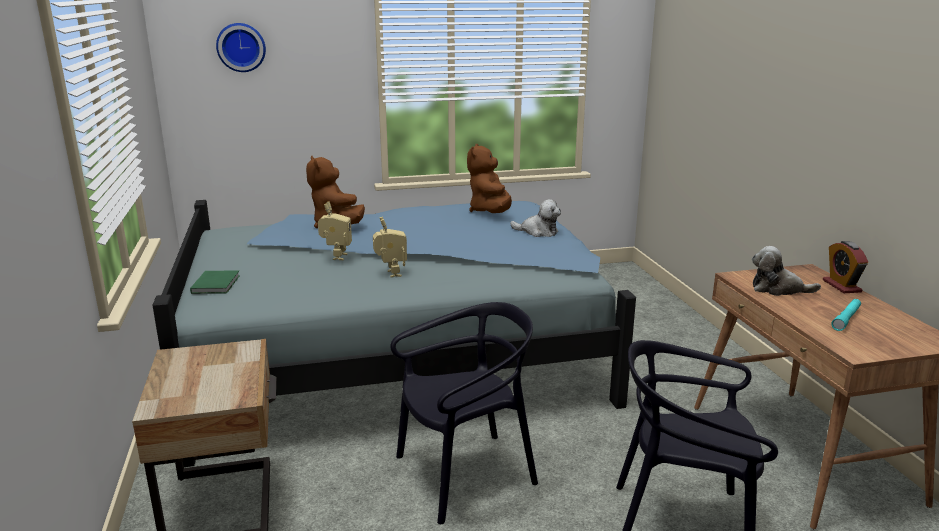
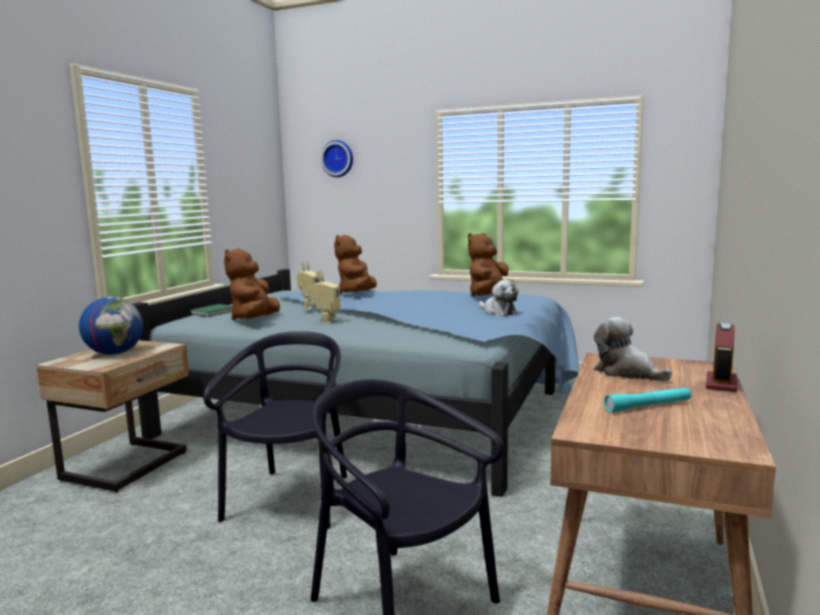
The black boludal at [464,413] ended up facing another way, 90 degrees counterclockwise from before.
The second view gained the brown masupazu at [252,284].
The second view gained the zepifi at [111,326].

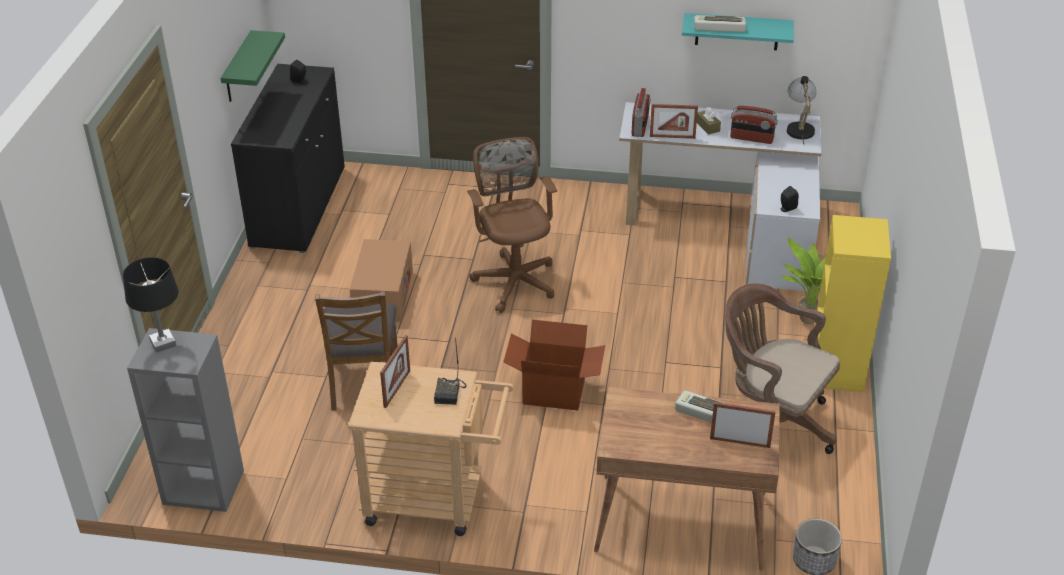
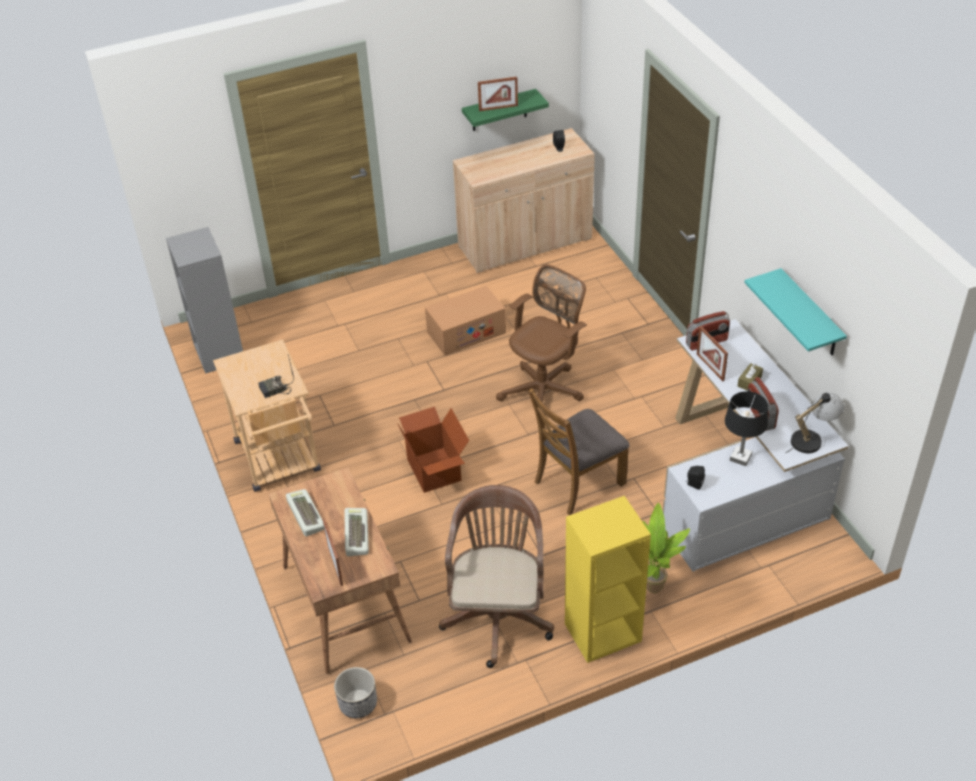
The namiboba ended up elsewhere, having gone from [720,23] to [305,512].
What was the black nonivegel at [288,158] turned into the beige nonivegel at [524,200].
The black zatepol ended up elsewhere, having gone from [150,305] to [746,428].
The brown boludal ended up elsewhere, having gone from [356,351] to [579,451].
The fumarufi ended up elsewhere, having gone from [395,371] to [498,94].

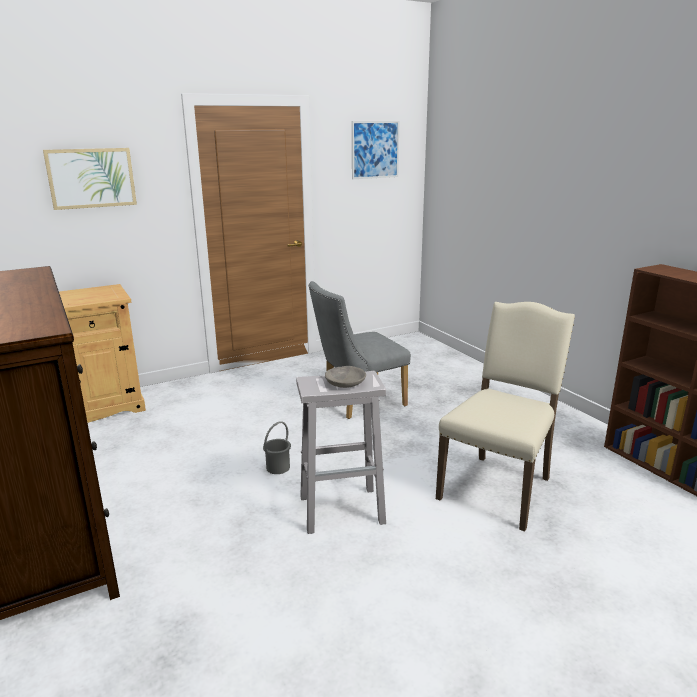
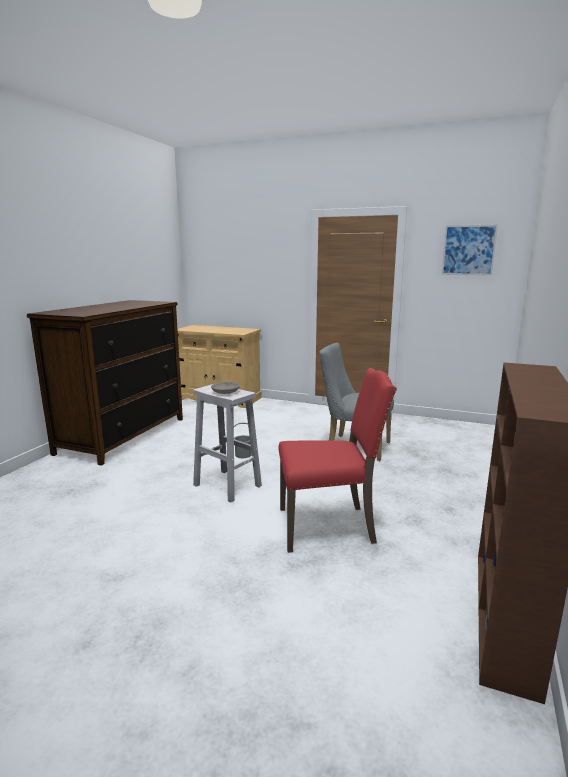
The second view lost the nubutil at [90,179].
What was the beige boludal at [505,417] turned into the red boludal at [337,460].

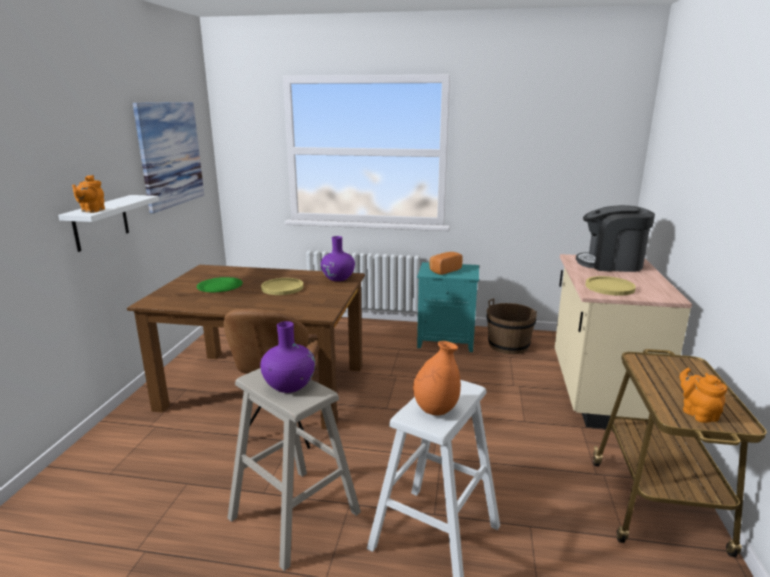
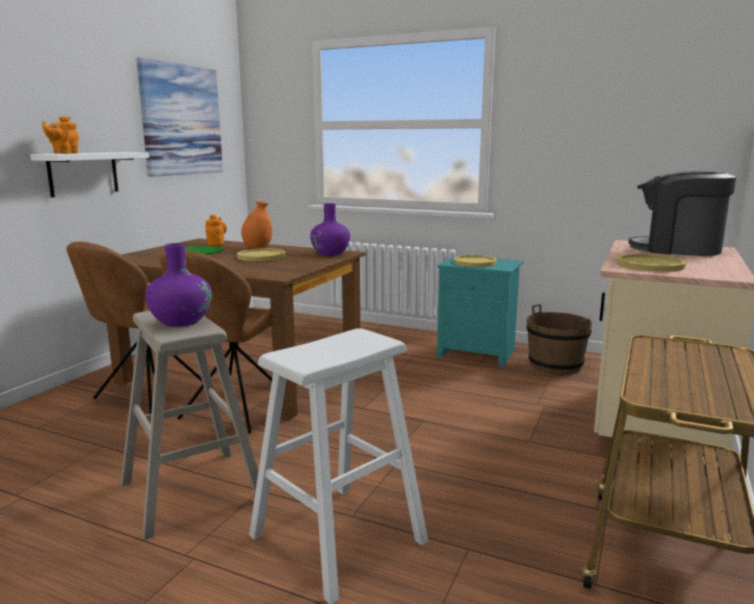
Where the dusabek stood at [446,263], the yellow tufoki came to stand at [475,261].
The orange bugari ended up elsewhere, having gone from [437,378] to [256,225].
The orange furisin ended up elsewhere, having gone from [703,395] to [216,229].
The second view gained the brown boludal at [134,327].

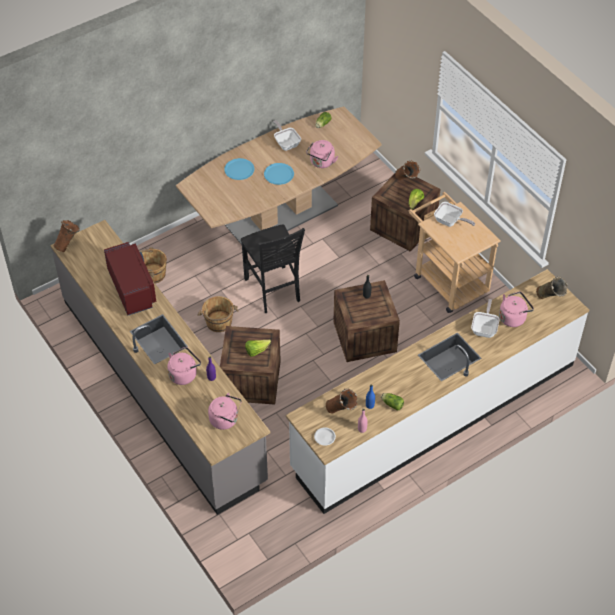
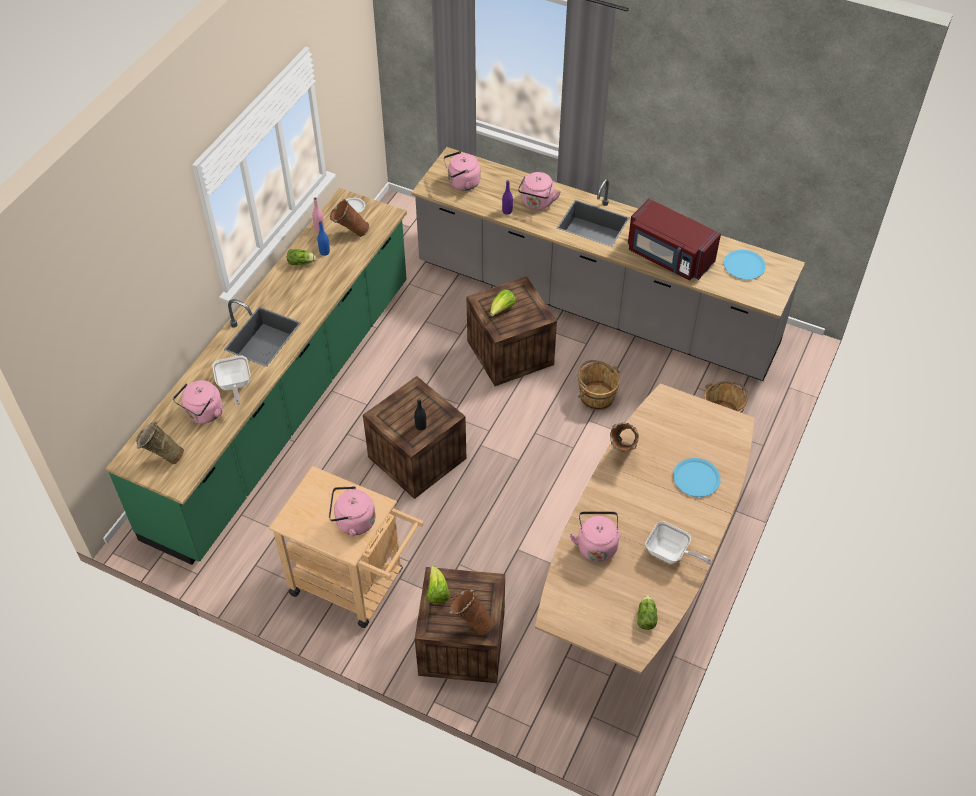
The blue tufoki ended up elsewhere, having gone from [279,174] to [745,265].
Where the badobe stood at [454,214], the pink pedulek came to stand at [352,511].
The brown bugari ended up elsewhere, having gone from [66,236] to [624,437].
The second view lost the black boludal at [273,268].
What was the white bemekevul at [437,391] turned into the green bemekevul at [256,376].

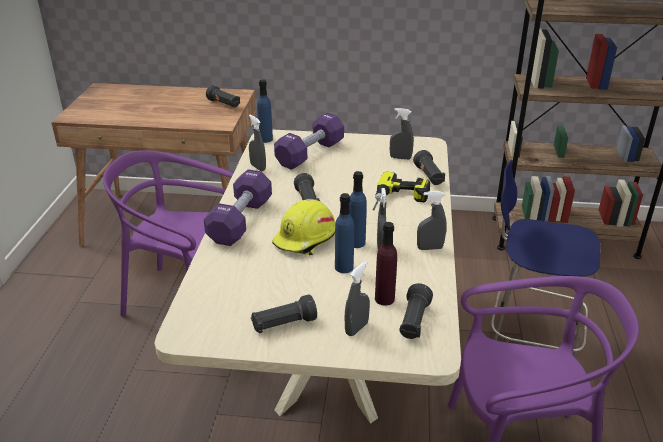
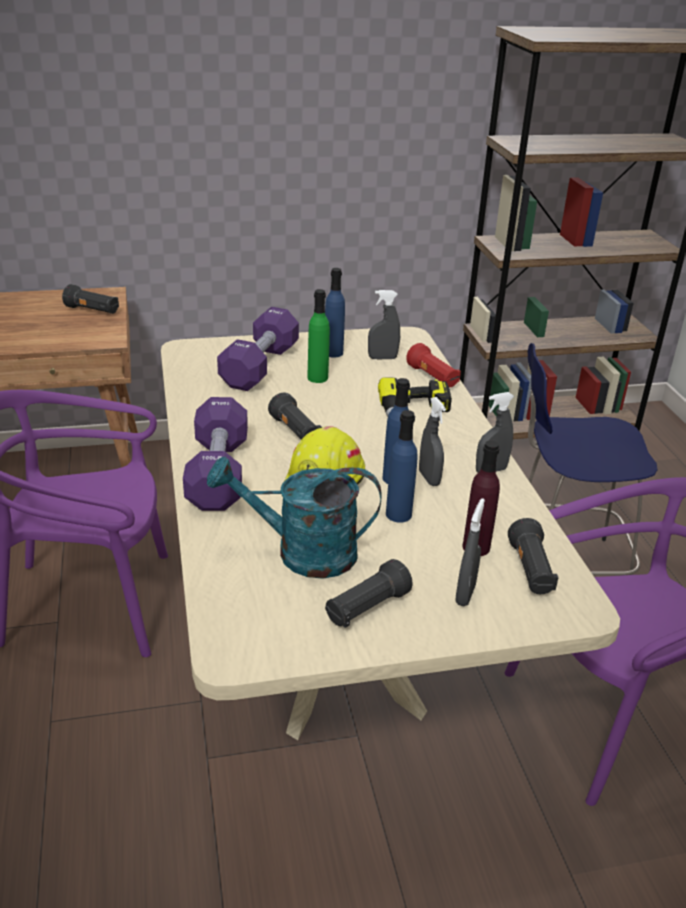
The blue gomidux ended up elsewhere, having gone from [265,111] to [335,313].
The second view lost the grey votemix at [257,143].
What was the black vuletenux at [429,167] turned into the red vuletenux at [433,365].
The second view gained the green gomidux at [318,336].
The second view gained the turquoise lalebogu at [294,517].

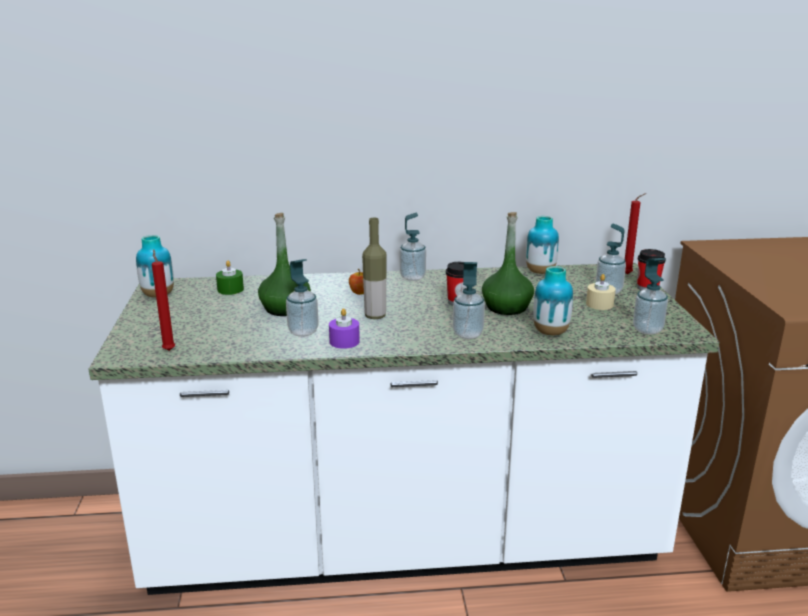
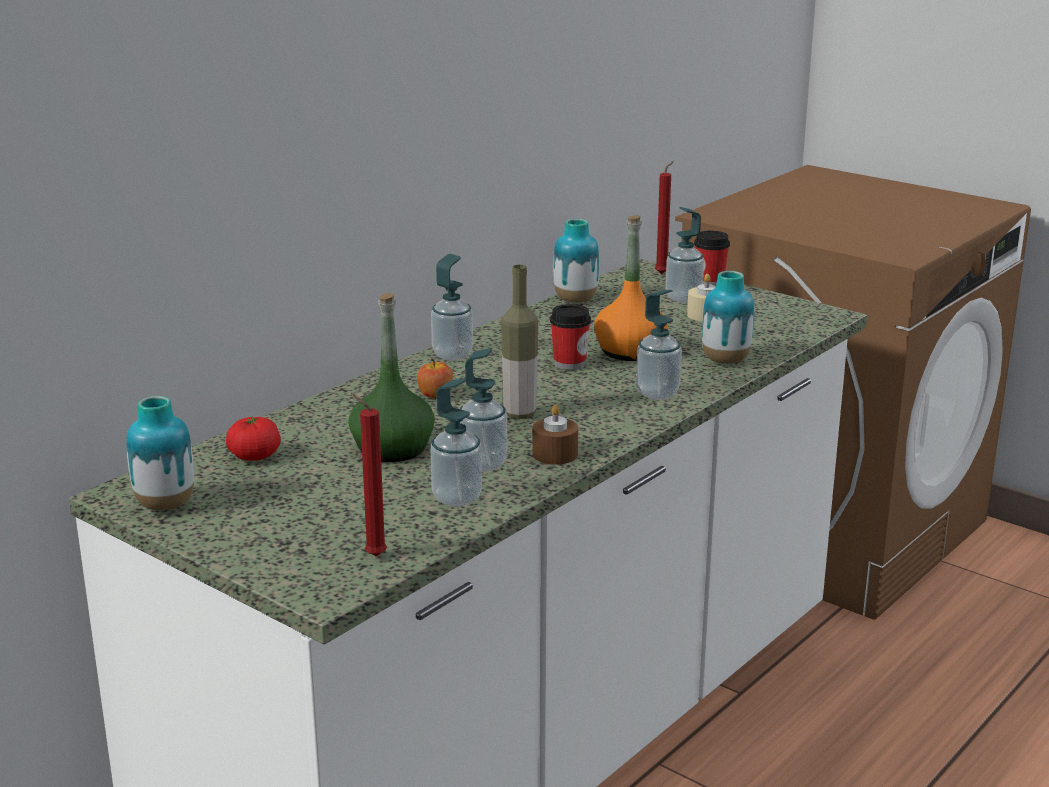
What was the green gomidux at [508,263] turned into the orange gomidux at [631,288].
The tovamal ended up elsewhere, having gone from [650,296] to [456,443].
Where the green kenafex stood at [230,278], the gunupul came to stand at [253,439].
What was the purple kenafex at [344,328] turned into the brown kenafex at [555,434].

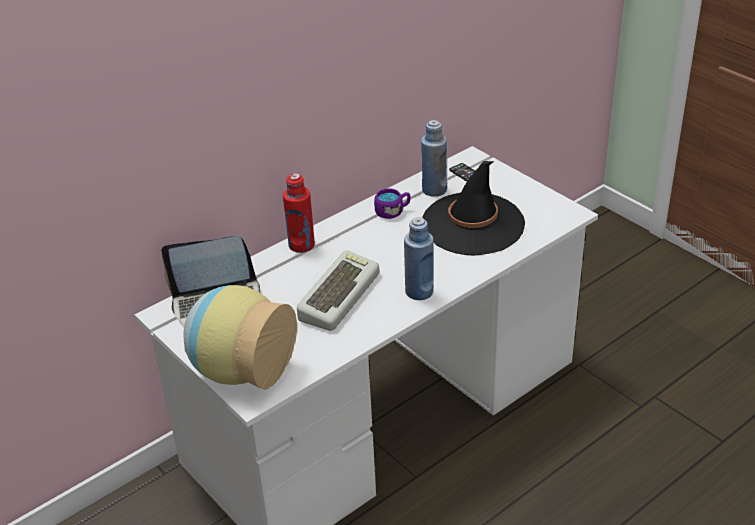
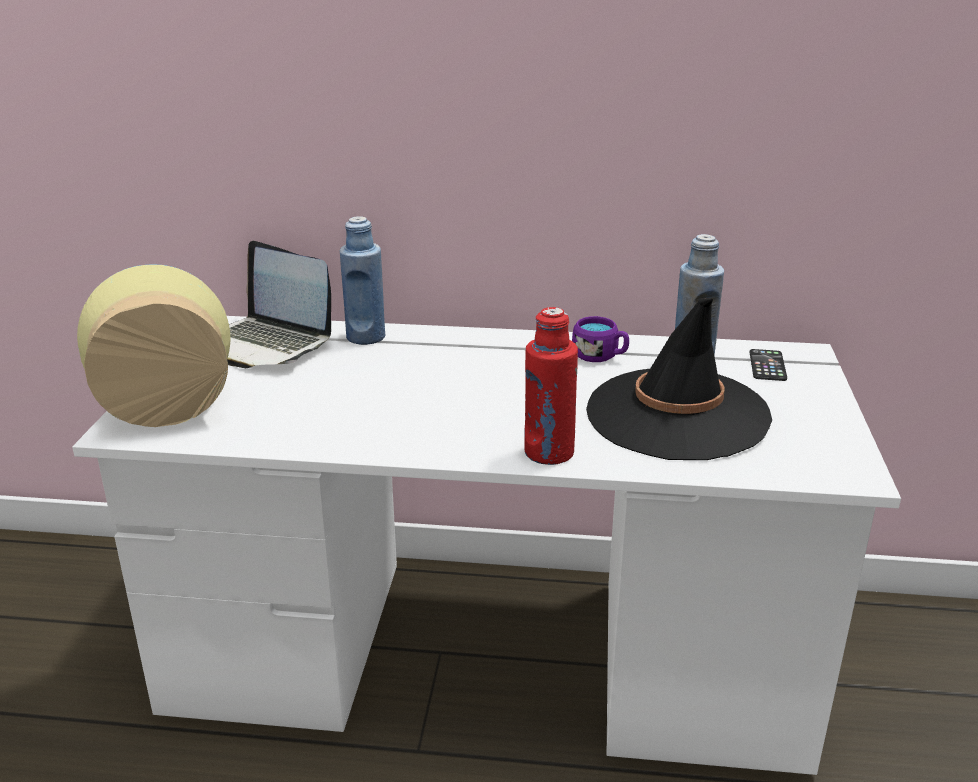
The red gomidux ended up elsewhere, having gone from [299,213] to [551,386].
The blue gomidux ended up elsewhere, having gone from [419,258] to [362,281].
The second view lost the namiboba at [338,290].

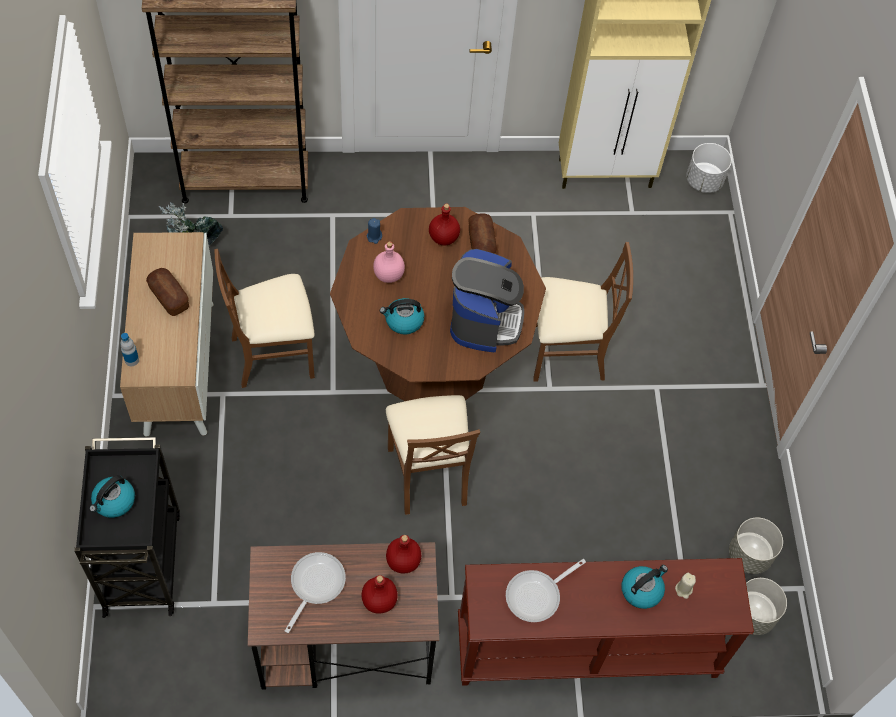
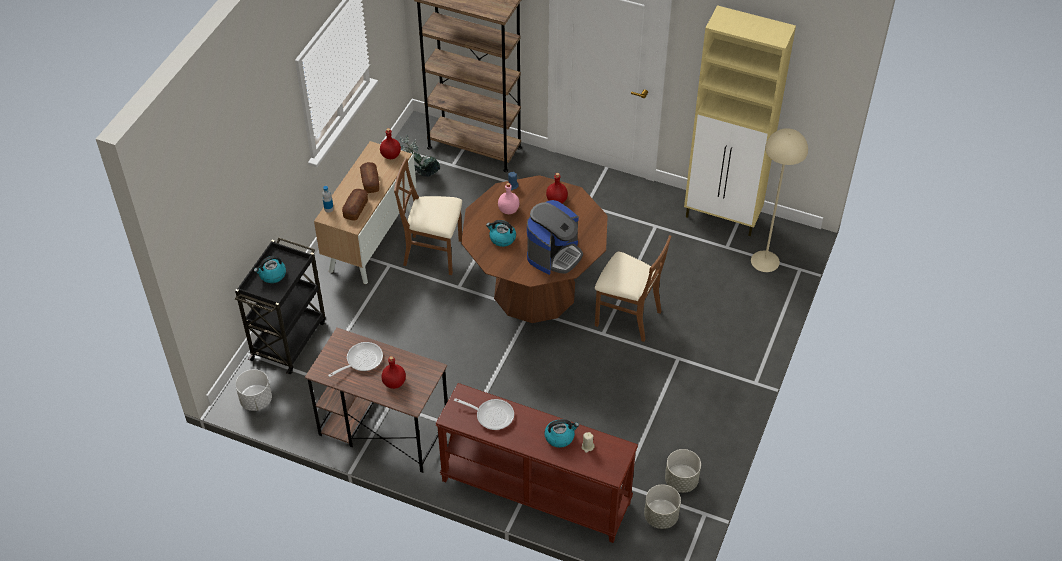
The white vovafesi ended up elsewhere, having gone from [709,168] to [253,390].
The dusabek ended up elsewhere, having gone from [483,233] to [355,205].
The second view lost the brown boludal at [433,455].
The red gomidux ended up elsewhere, having gone from [403,554] to [390,143].
The badobe at [546,590] ended up facing another way, 150 degrees counterclockwise from before.
The second view gained the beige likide at [779,200].

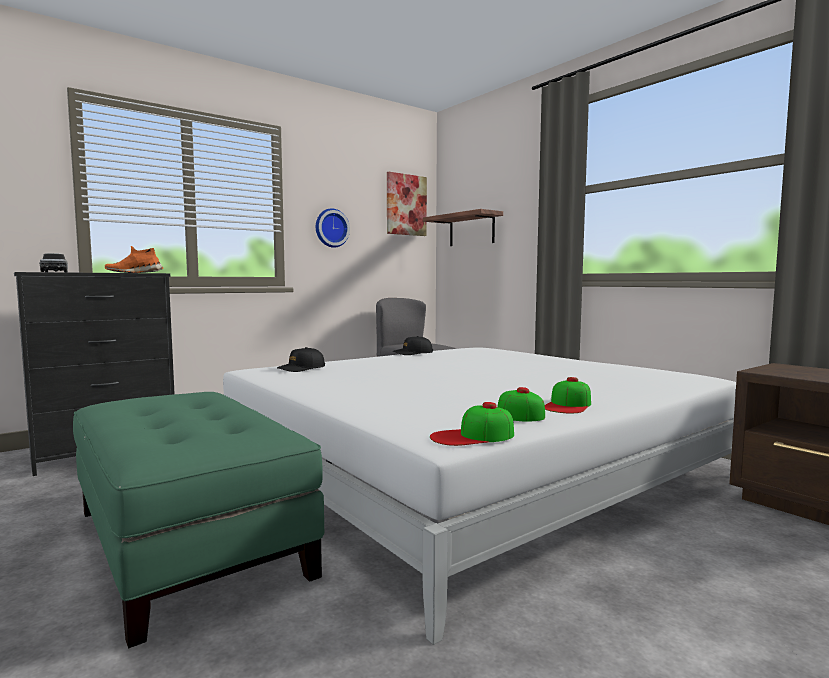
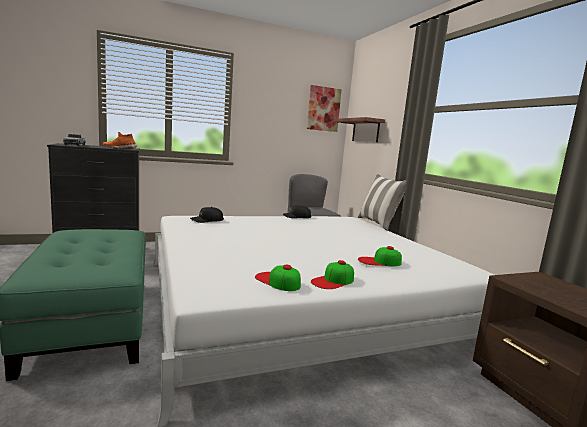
The second view lost the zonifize at [333,228].
The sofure ended up elsewhere, having gone from [472,424] to [380,256].
The second view gained the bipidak at [382,202].

